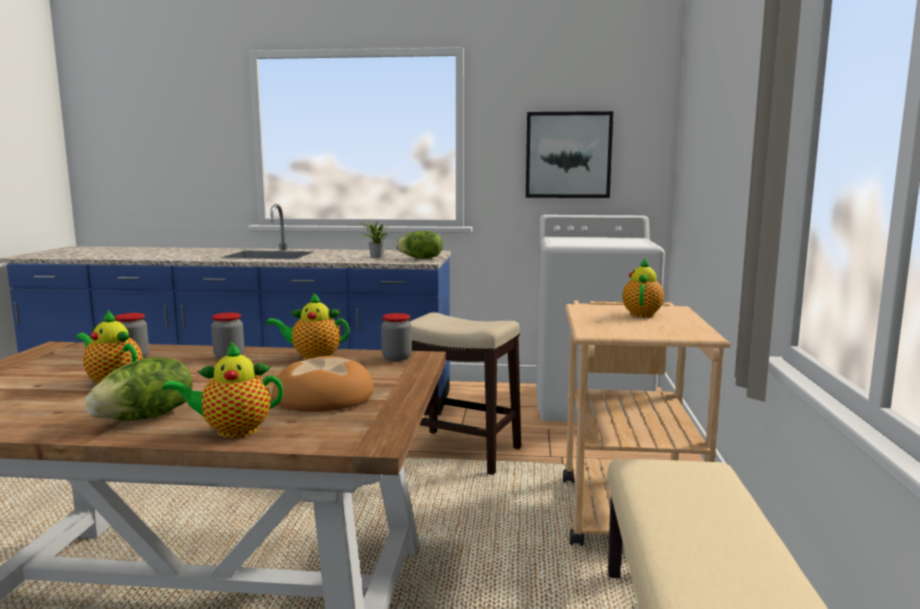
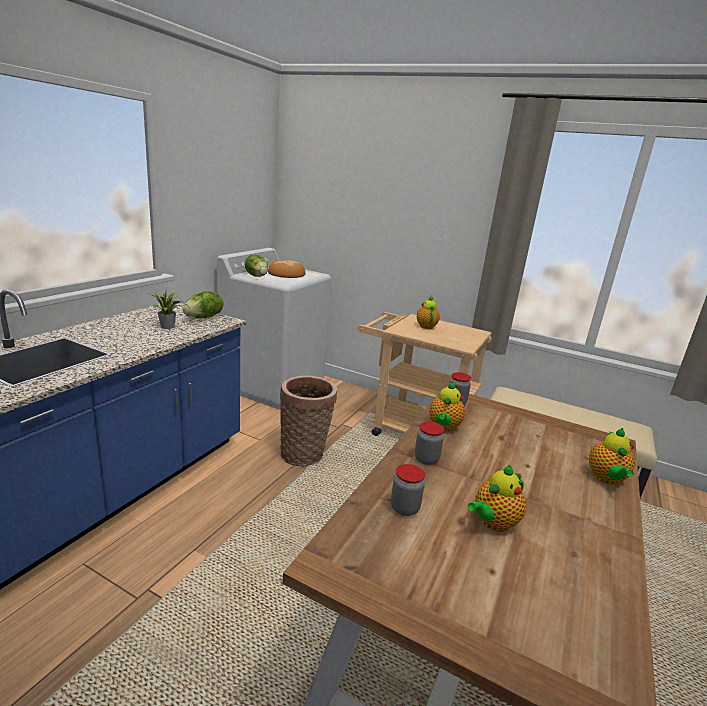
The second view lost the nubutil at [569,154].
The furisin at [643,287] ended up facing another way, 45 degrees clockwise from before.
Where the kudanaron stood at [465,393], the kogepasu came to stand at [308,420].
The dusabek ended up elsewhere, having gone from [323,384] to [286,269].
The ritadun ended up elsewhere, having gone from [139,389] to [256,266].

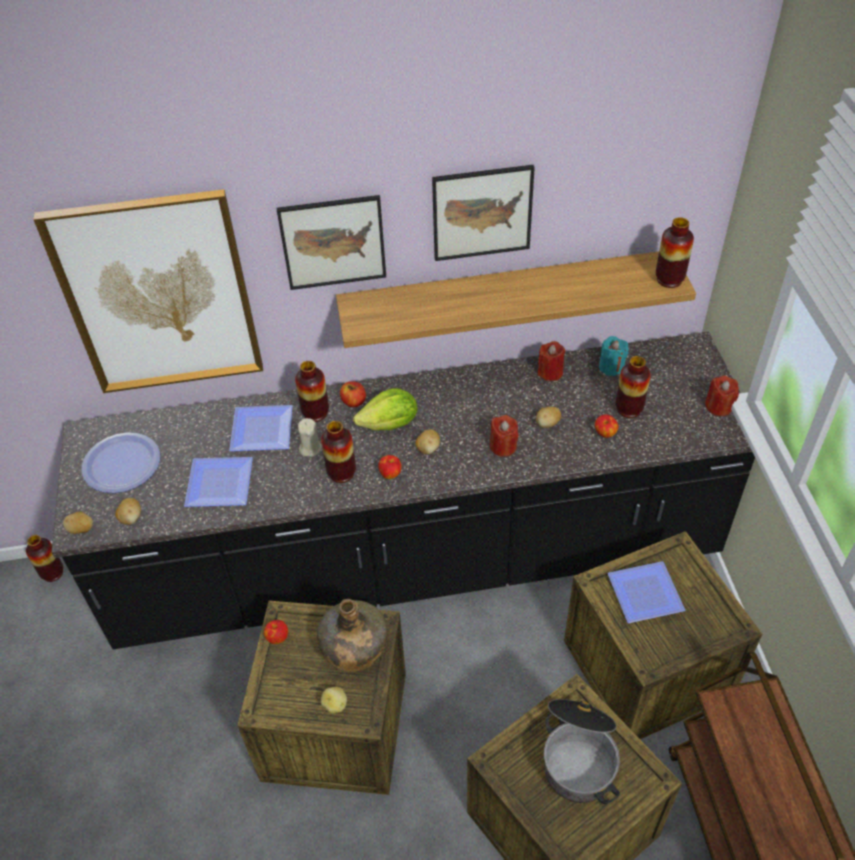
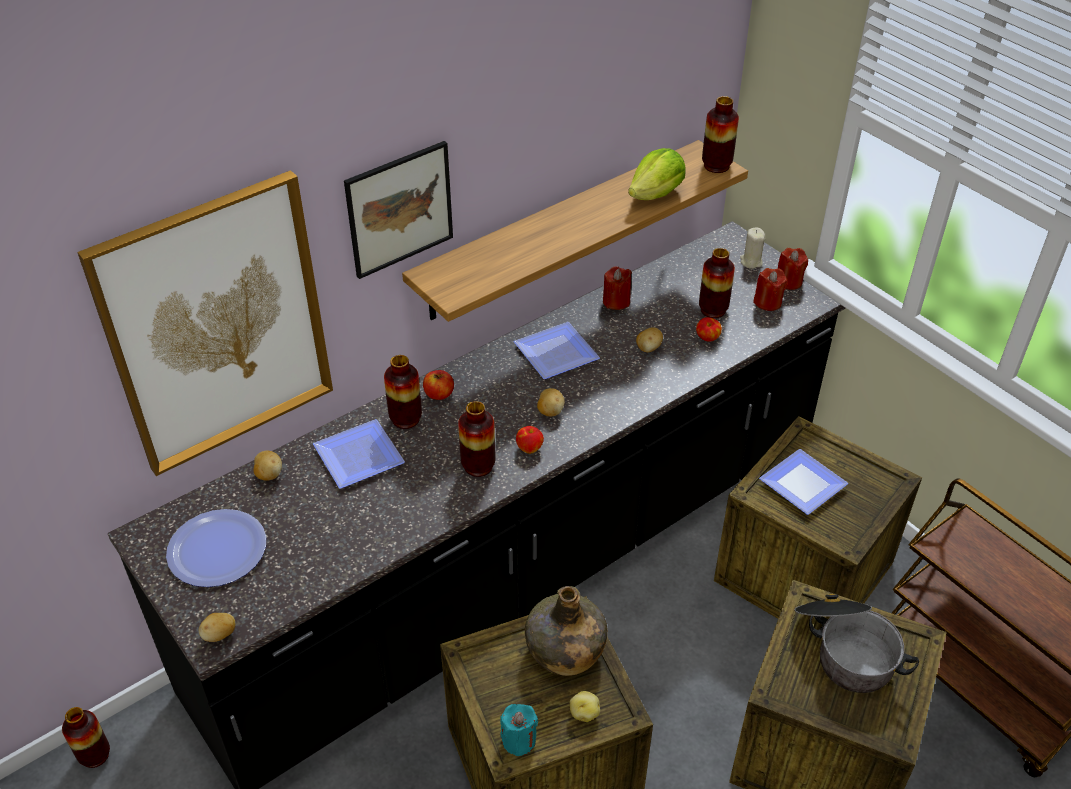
The second view lost the nubutil at [483,213].
The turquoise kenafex ended up elsewhere, having gone from [614,356] to [519,730].
The ritadun ended up elsewhere, having gone from [385,409] to [657,174].
The red kenafex ended up elsewhere, having gone from [504,436] to [770,289].
The beige kenafex ended up elsewhere, having gone from [310,437] to [752,248].
The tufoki ended up elsewhere, having gone from [218,482] to [557,350].
The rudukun ended up elsewhere, having gone from [128,511] to [267,466].
The second view lost the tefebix at [276,632].

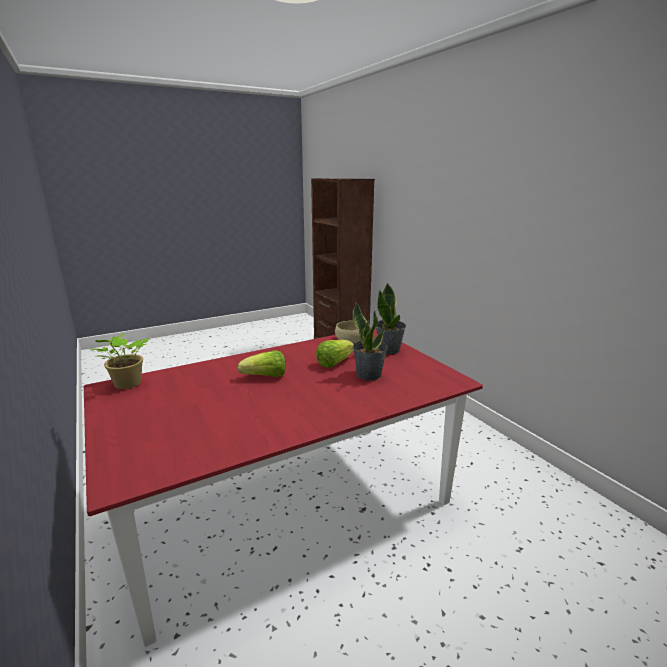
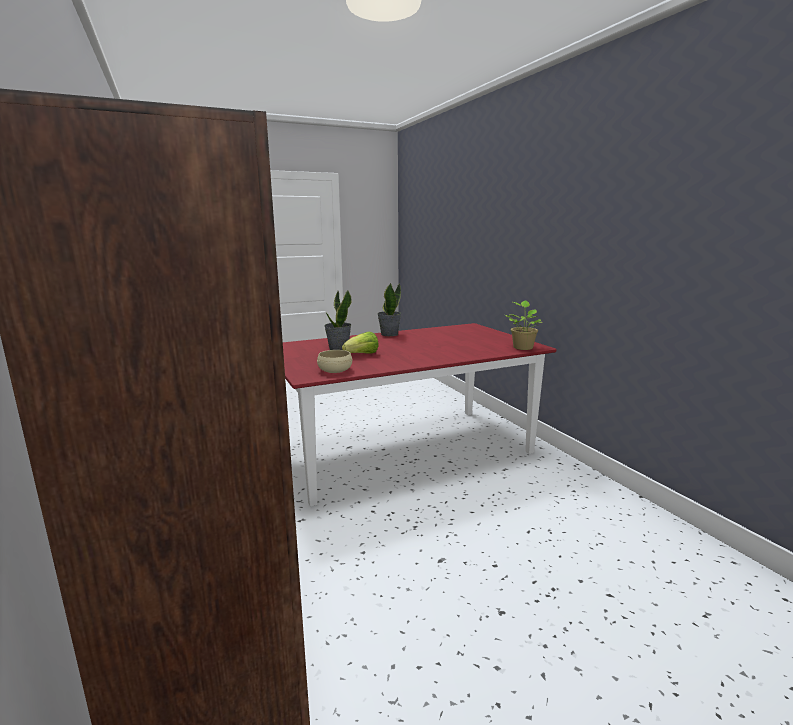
The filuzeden ended up elsewhere, having gone from [391,318] to [389,309].
The second view lost the ritadun at [262,363].

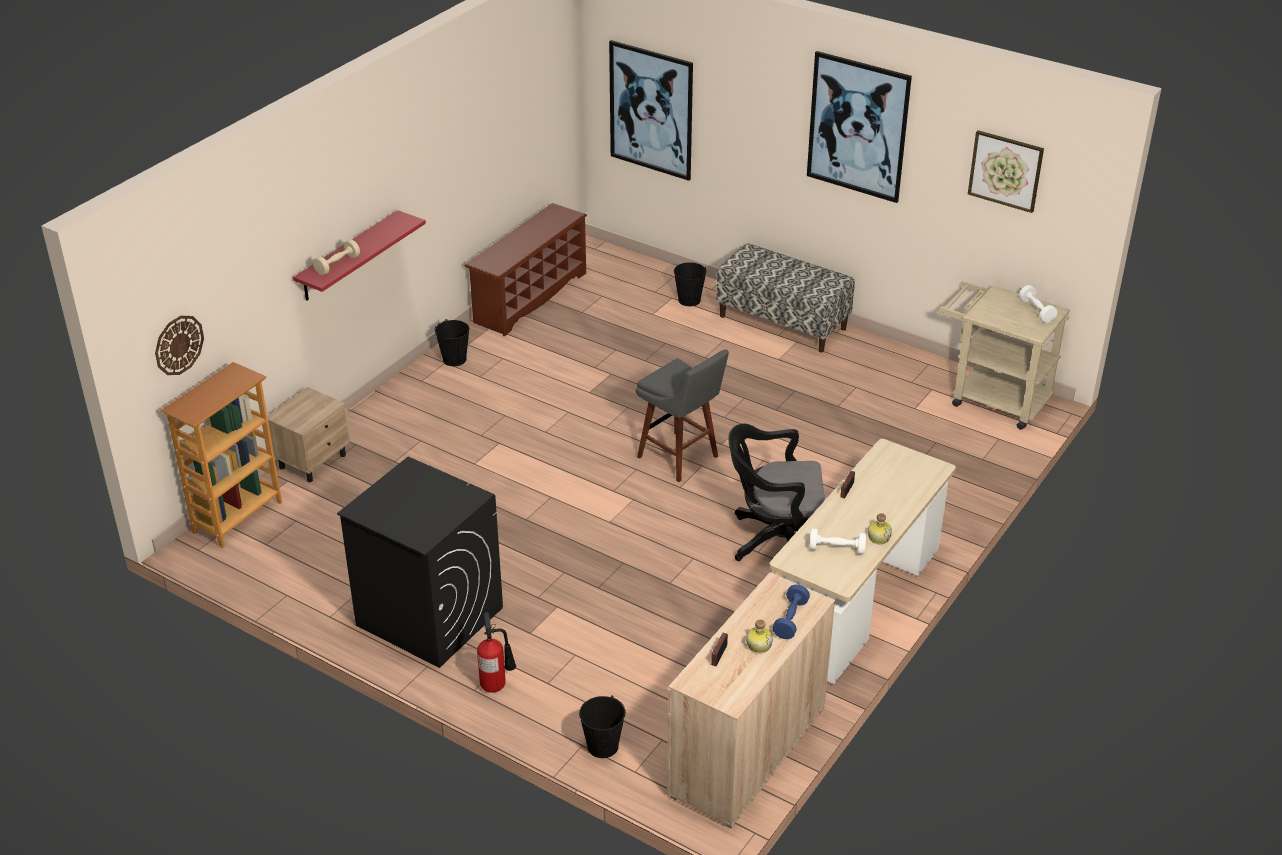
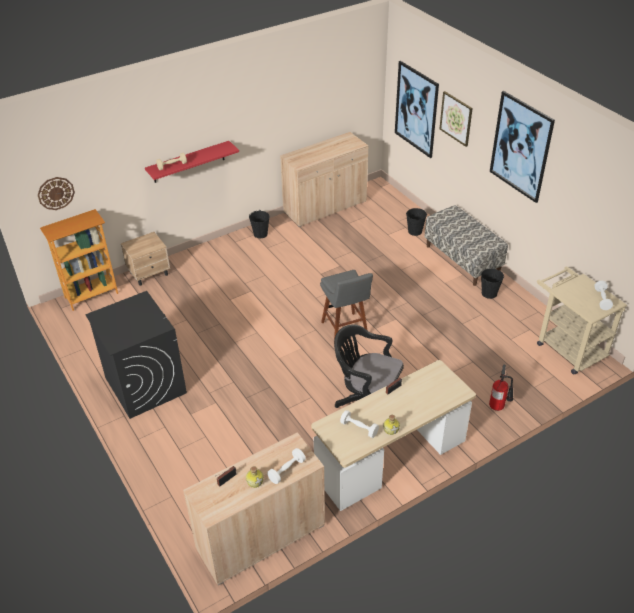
The nubutil ended up elsewhere, having gone from [1006,171] to [456,119].
Where the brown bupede stood at [525,270], the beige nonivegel came to stand at [324,179].
What was the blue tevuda at [791,611] turned into the white tevuda at [286,466].
The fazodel ended up elsewhere, having gone from [496,652] to [501,388].
The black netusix ended up elsewhere, having gone from [602,726] to [492,283].

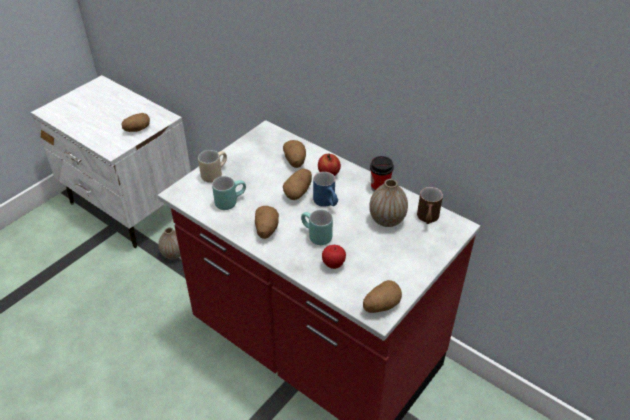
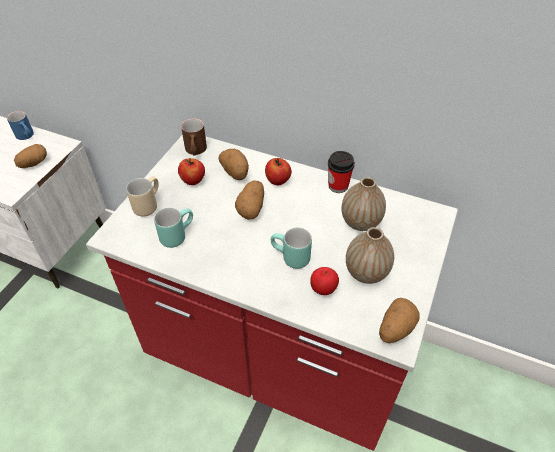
The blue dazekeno ended up elsewhere, having gone from [325,189] to [20,125].
The brown dazekeno ended up elsewhere, having gone from [430,205] to [194,137].
The second view lost the rudukun at [267,222].
The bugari ended up elsewhere, having gone from [169,243] to [370,255].
The second view gained the tefebix at [191,171].

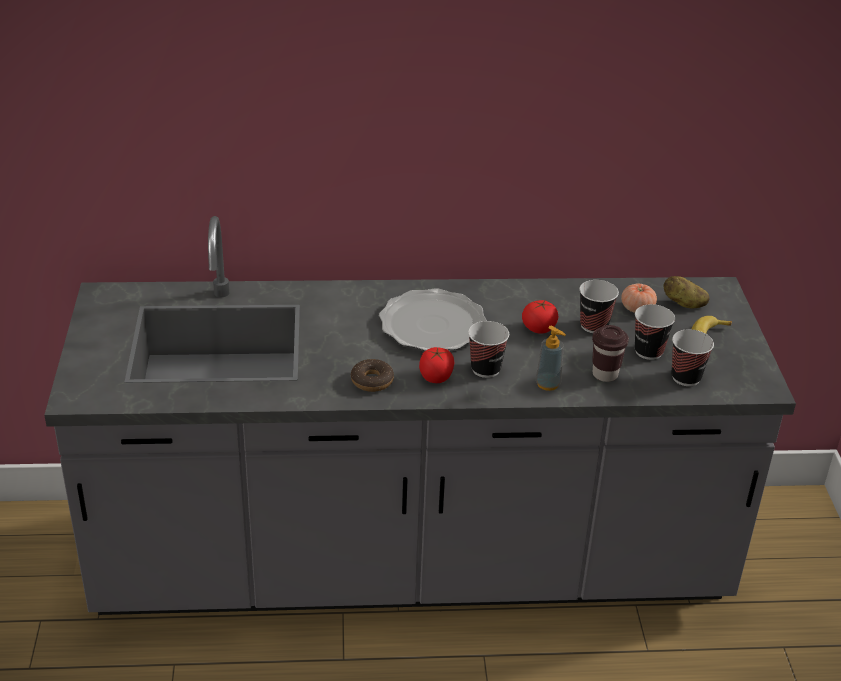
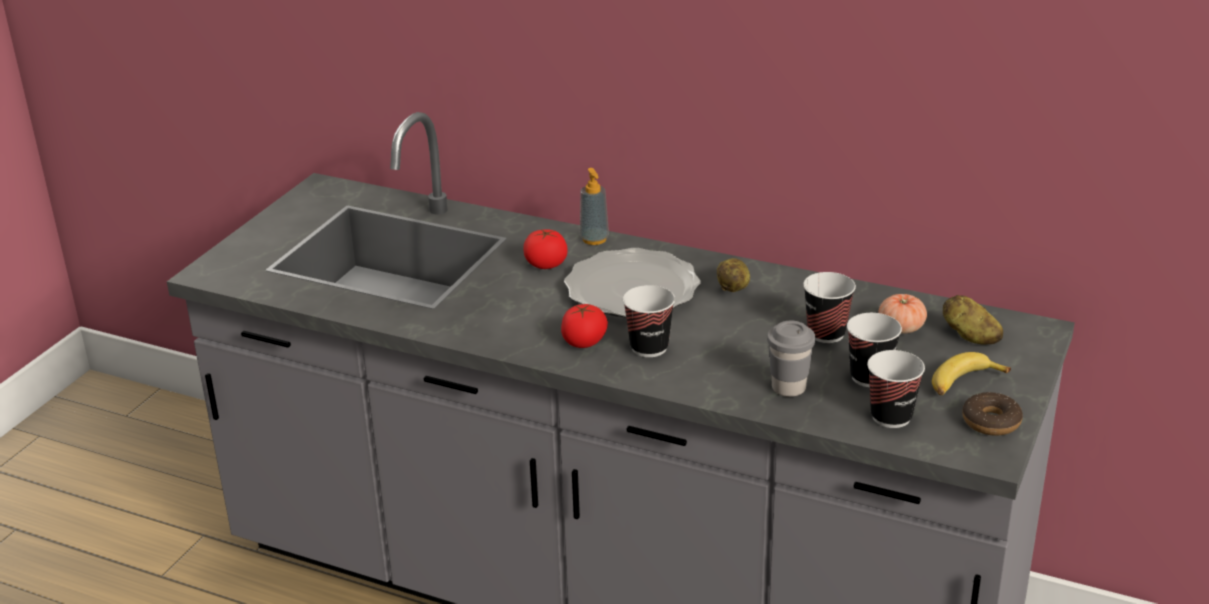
The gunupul ended up elsewhere, having gone from [540,317] to [545,249].
What was the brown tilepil at [610,353] turned into the grey tilepil at [791,358].
The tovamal ended up elsewhere, having gone from [550,358] to [594,206].
The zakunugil ended up elsewhere, having gone from [372,375] to [992,414].
The second view gained the rudukun at [733,275].

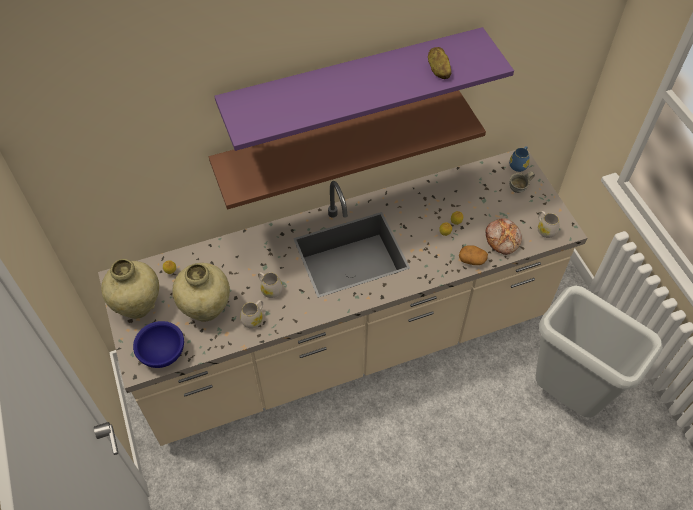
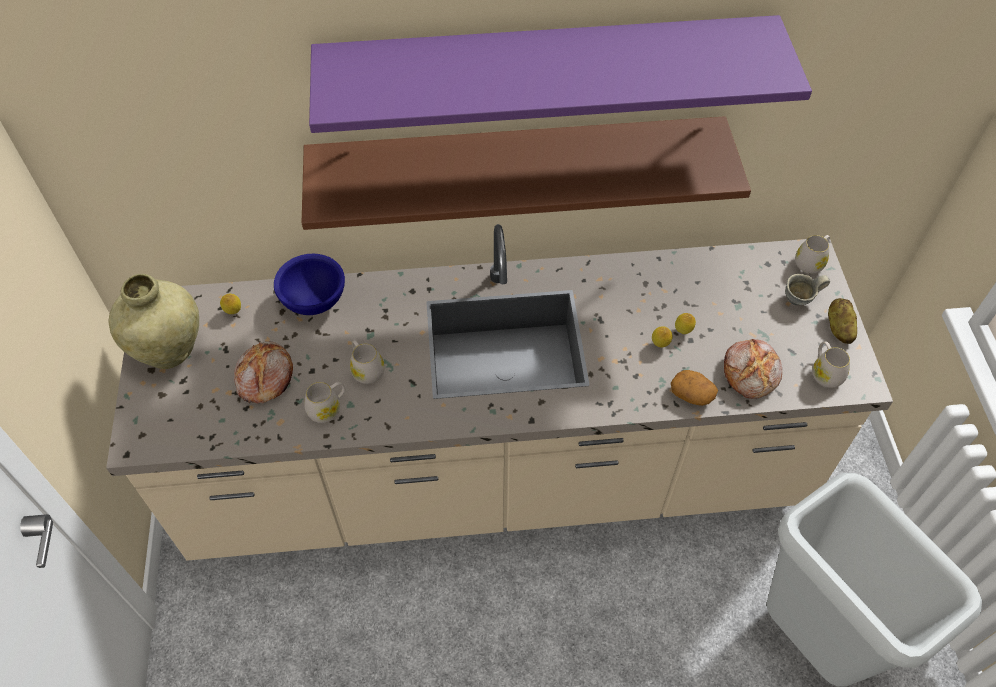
The rudukun ended up elsewhere, having gone from [440,63] to [842,321].
What was the blue dazekeno at [519,159] turned into the white dazekeno at [812,254].
Where the beige bugari stood at [201,292], the dusabek came to stand at [263,372].
The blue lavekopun ended up elsewhere, having gone from [158,344] to [309,284].

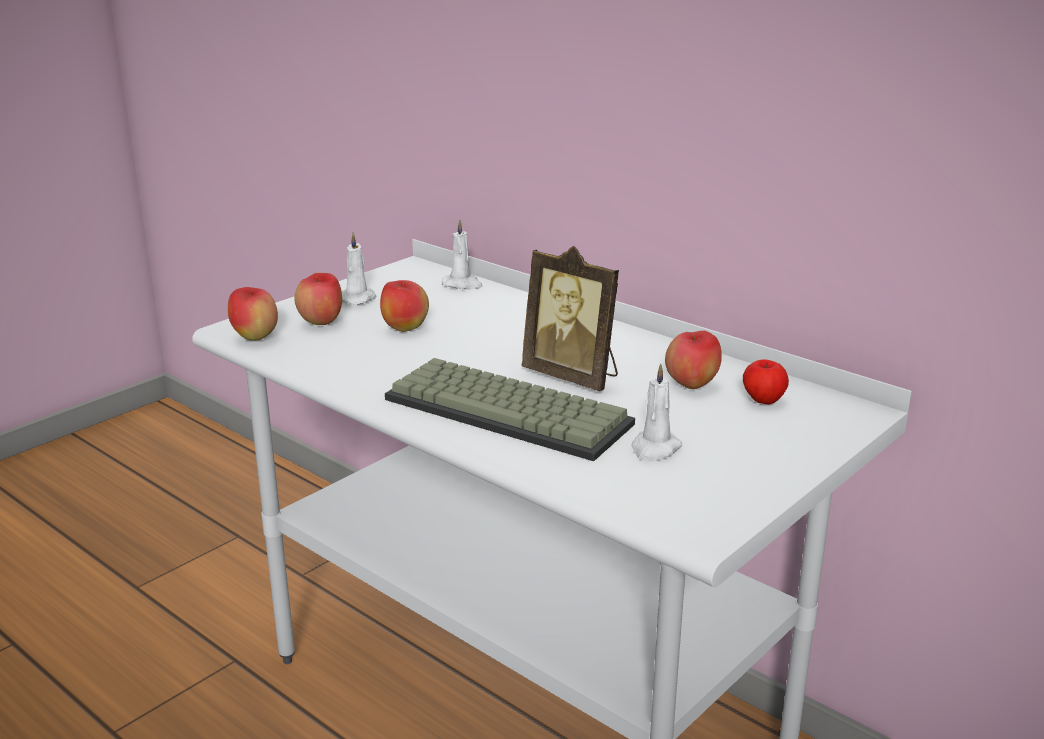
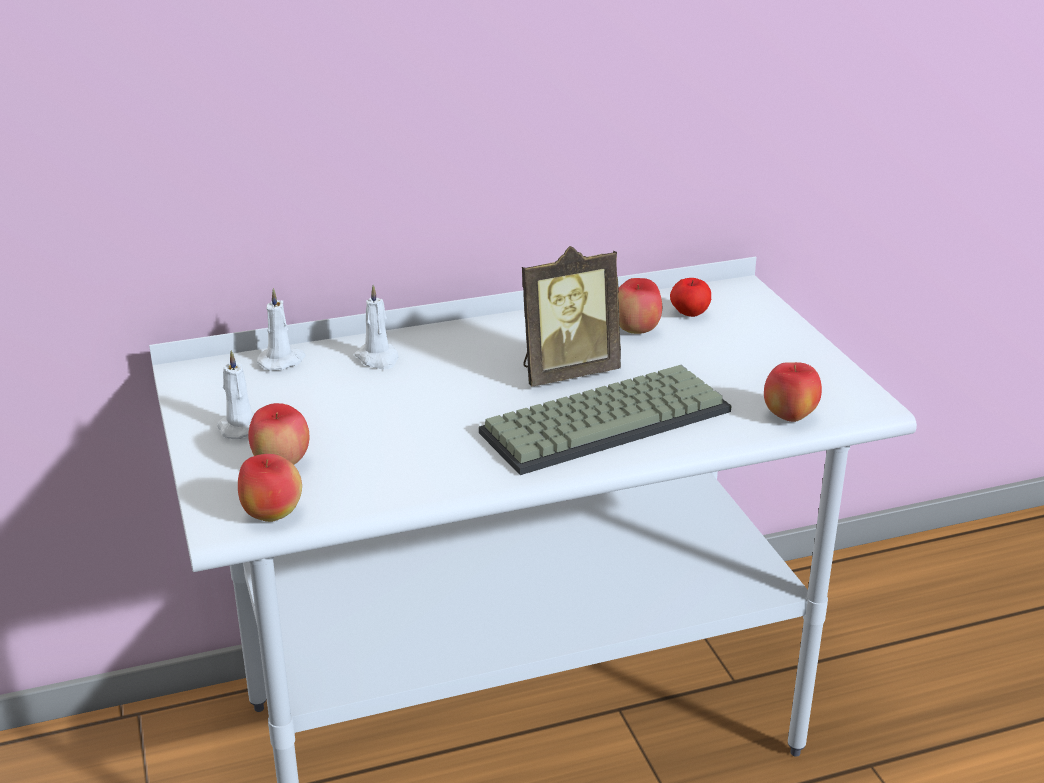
The tefebix ended up elsewhere, having gone from [404,306] to [793,392].
The white kenafex ended up elsewhere, having gone from [656,412] to [376,327].

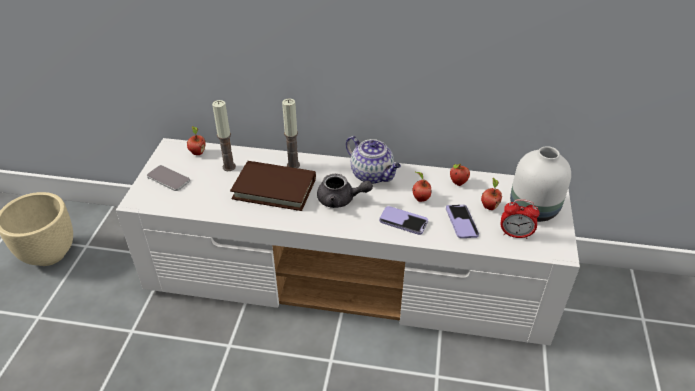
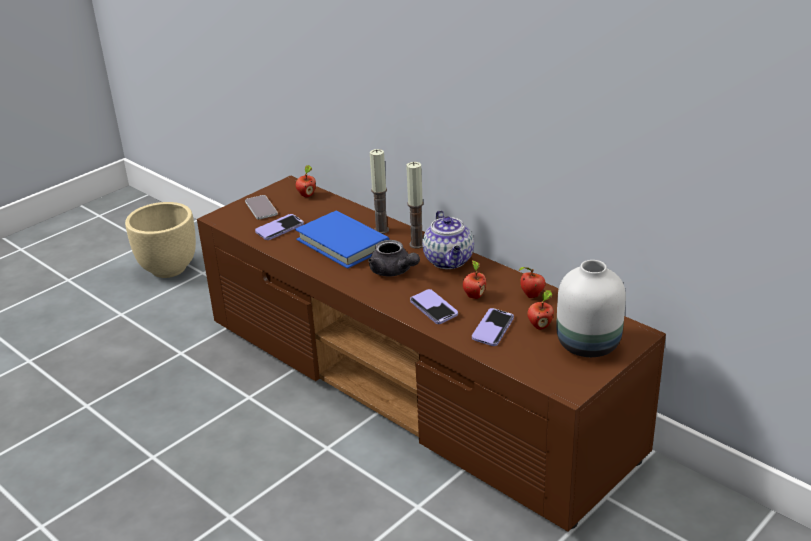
The kenafex ended up elsewhere, having gone from [224,135] to [414,205].
What was the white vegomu at [348,242] turned into the brown vegomu at [431,353].
What was the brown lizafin at [273,186] turned into the blue lizafin at [342,240].
The second view lost the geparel at [520,219].
The second view gained the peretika at [279,227].

